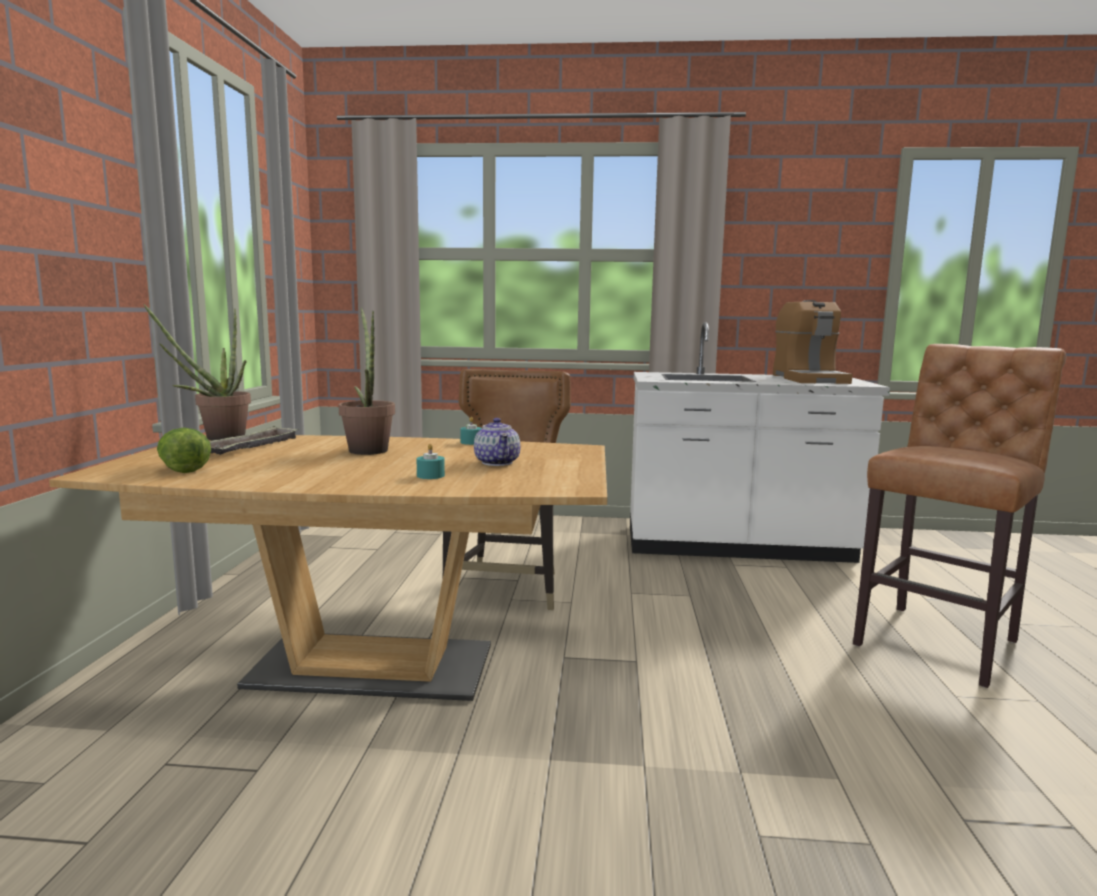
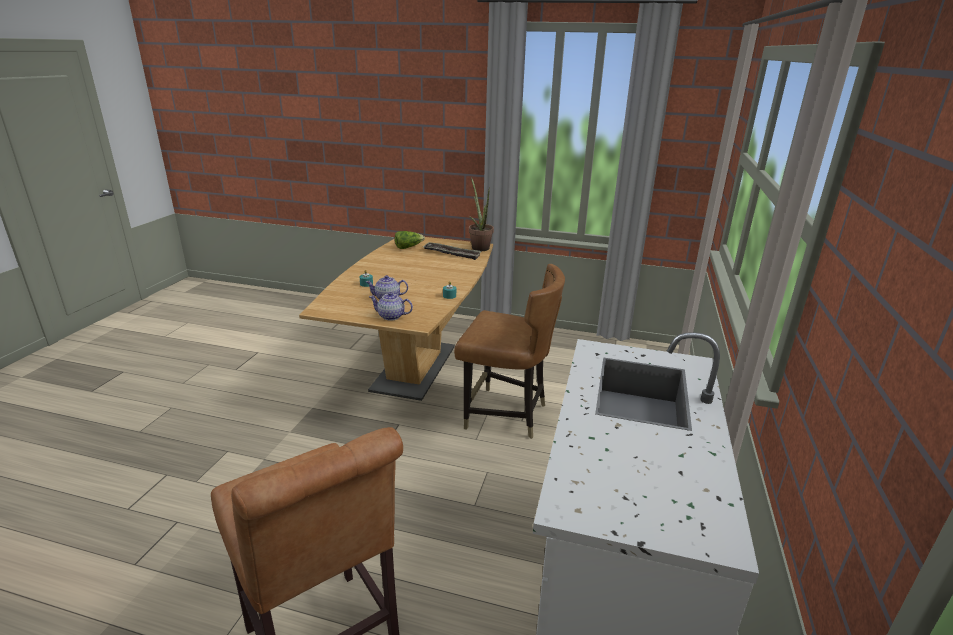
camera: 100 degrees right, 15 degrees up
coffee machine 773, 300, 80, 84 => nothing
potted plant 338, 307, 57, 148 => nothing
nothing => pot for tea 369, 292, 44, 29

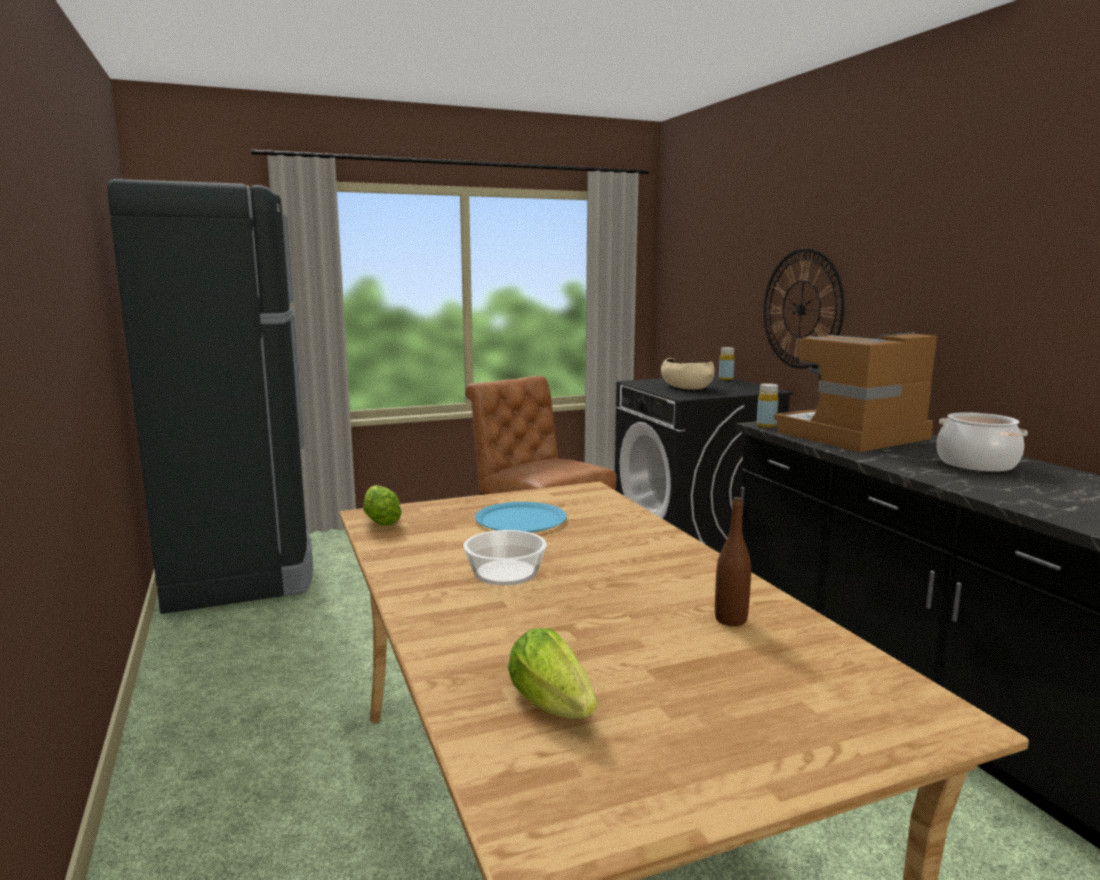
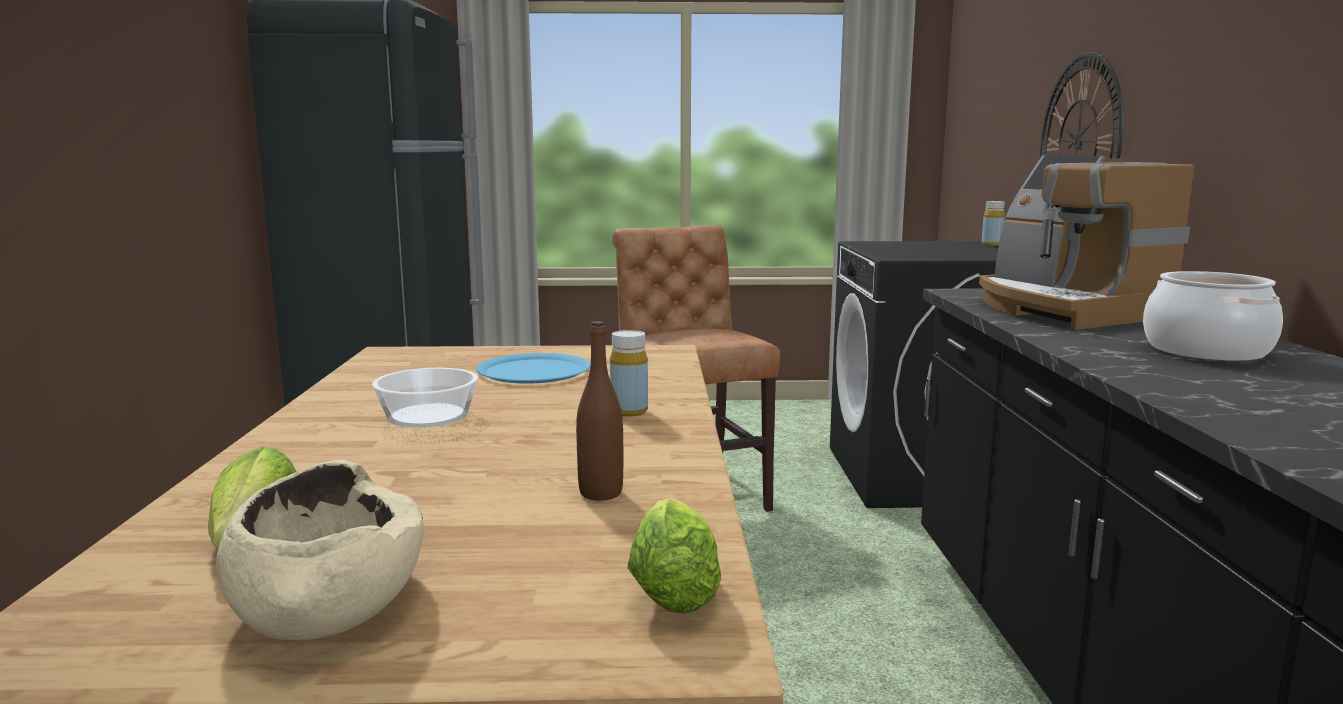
camera: 20 degrees right, 0 degrees up
coffee machine 774, 332, 163, 120 => coffee machine 979, 155, 215, 175, 105 degrees counterclockwise
beige serving bowl 661, 358, 54, 32 => beige serving bowl 216, 460, 208, 180, shifted
yellowish beverage bottle 757, 383, 21, 45 => yellowish beverage bottle 610, 330, 38, 87, shifted
lettuce head 363, 485, 39, 41 => lettuce head 627, 498, 94, 116, shifted

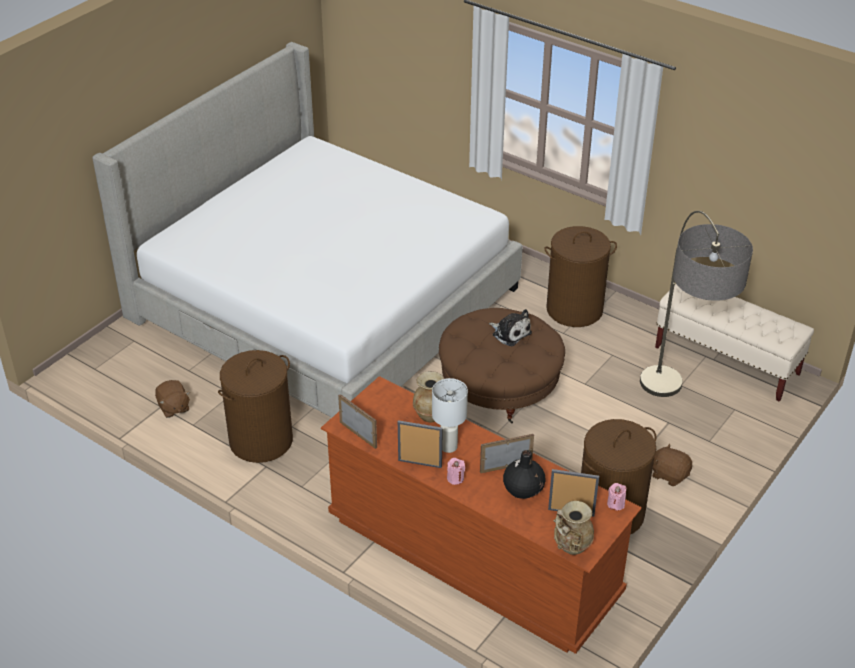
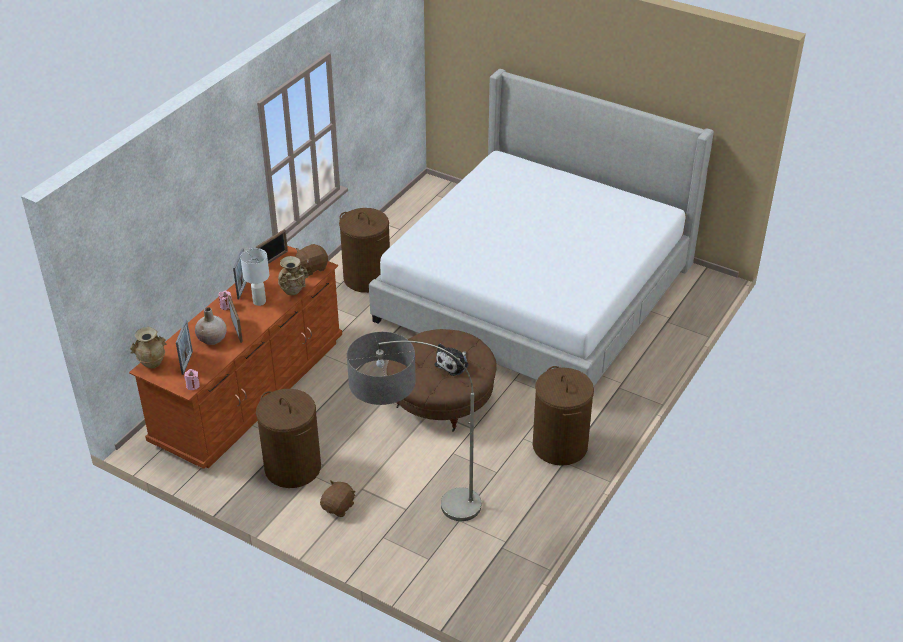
camera: 85 degrees right, 0 degrees up
beige long seat 655, 284, 159, 118 => nothing
brownish soft toy 155, 380, 35, 38 => brownish soft toy 296, 244, 32, 32, shifted
black-coloured flower vase 503, 450, 43, 49 => beige flower vase 195, 307, 32, 38

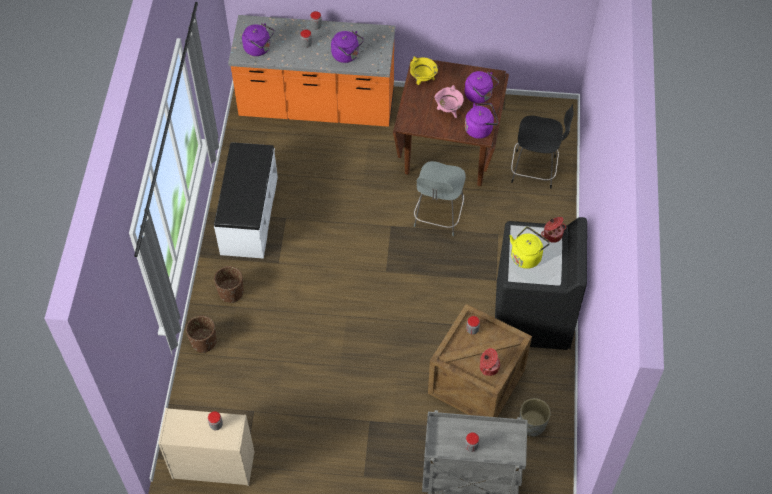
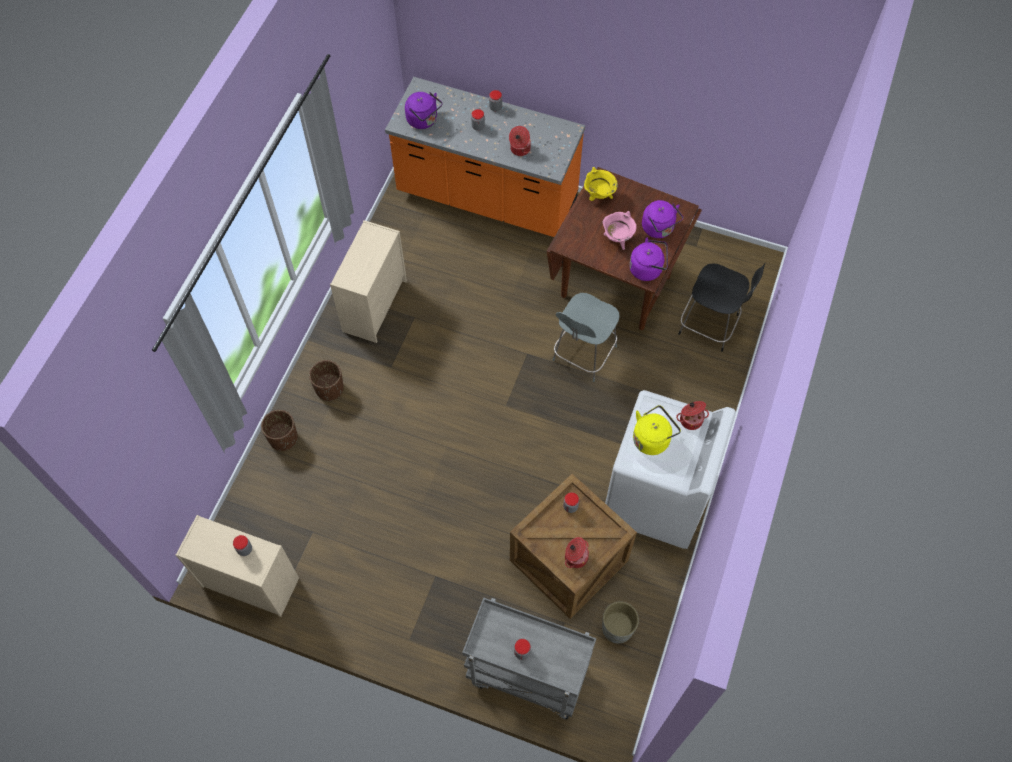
camera: 15 degrees right, 5 degrees up
purple-coloured water kettle 331, 31, 33, 32 => cooking pot 509, 126, 22, 30
white long seat 214, 142, 64, 117 => beige chest of drawers 330, 220, 77, 123
black-coloured washing machine 495, 217, 92, 133 => white washing machine 605, 390, 131, 159

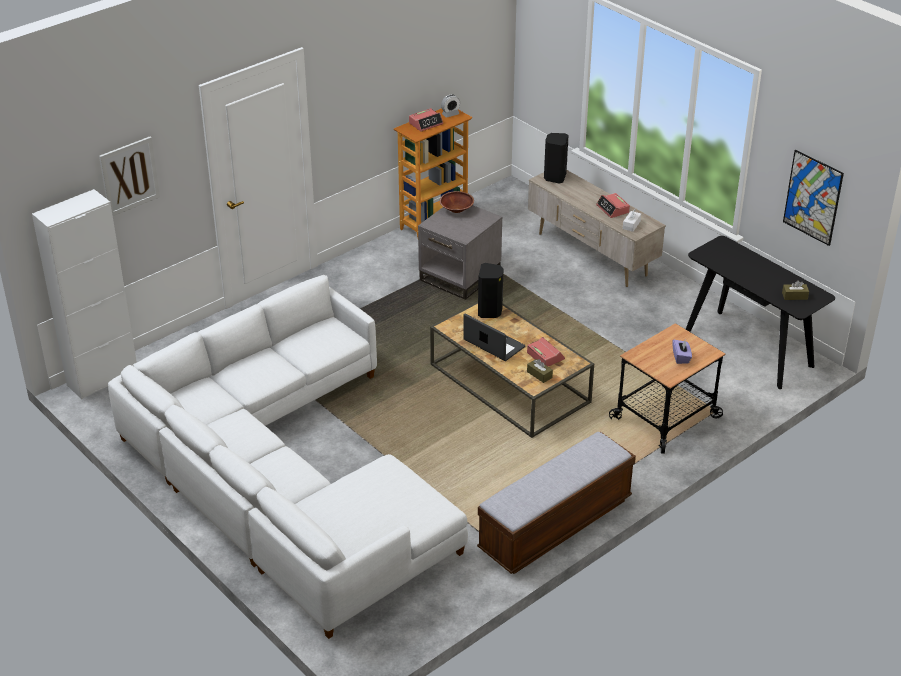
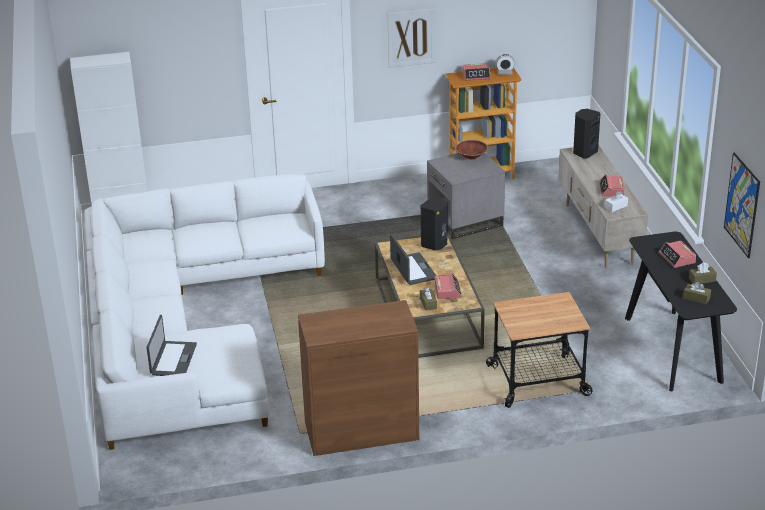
camera: 30 degrees right, 5 degrees down
wall picture 99, 136, 61, 80 => wall picture 387, 8, 48, 60, shifted
purple-coloured tissue holder 673, 340, 19, 24 => nothing
long seat 477, 431, 159, 143 => brownish storage cabinet 298, 300, 121, 156
nothing => bedside clock 659, 241, 37, 27
nothing => brownish tissue holder 689, 262, 28, 22
nothing => laptop 147, 315, 50, 61

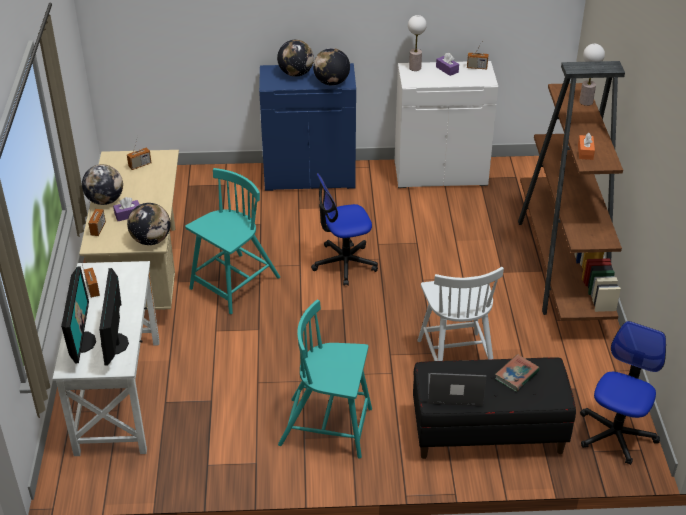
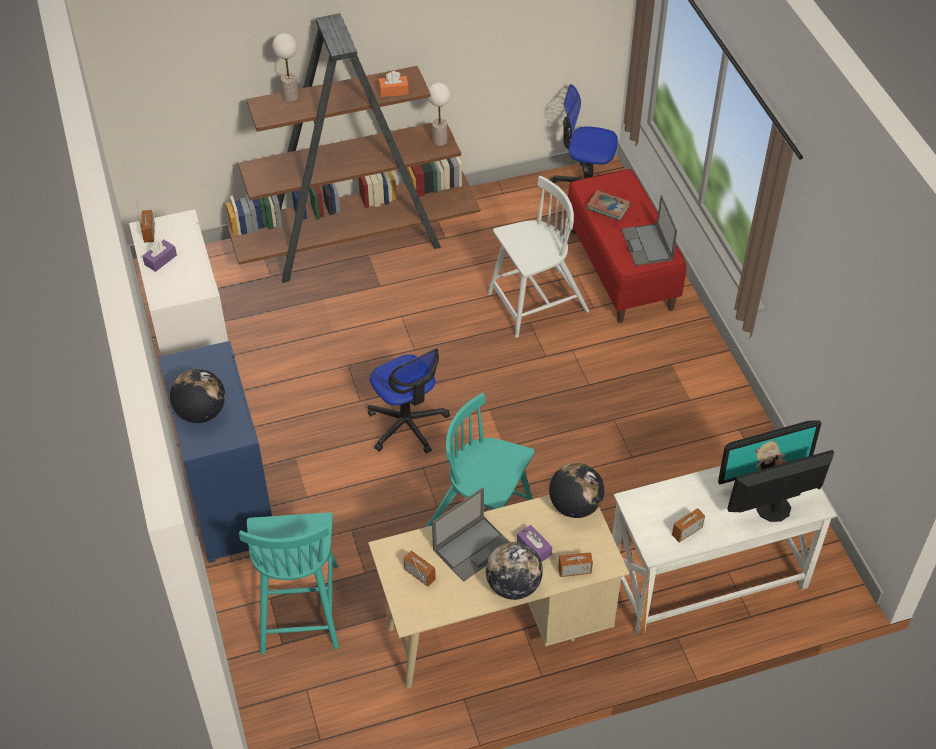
camera: 105 degrees left, 10 degrees up
lamp for a table 408, 15, 19, 56 => lamp for a table 428, 83, 23, 63, shifted
desk globe 313, 48, 37, 38 => nothing
turquoise plain chair 278, 300, 94, 158 => turquoise plain chair 239, 512, 100, 142, shifted
black-coloured long seat 413, 357, 163, 102 => red-coloured long seat 568, 169, 118, 154
nothing => laptop 432, 488, 77, 94

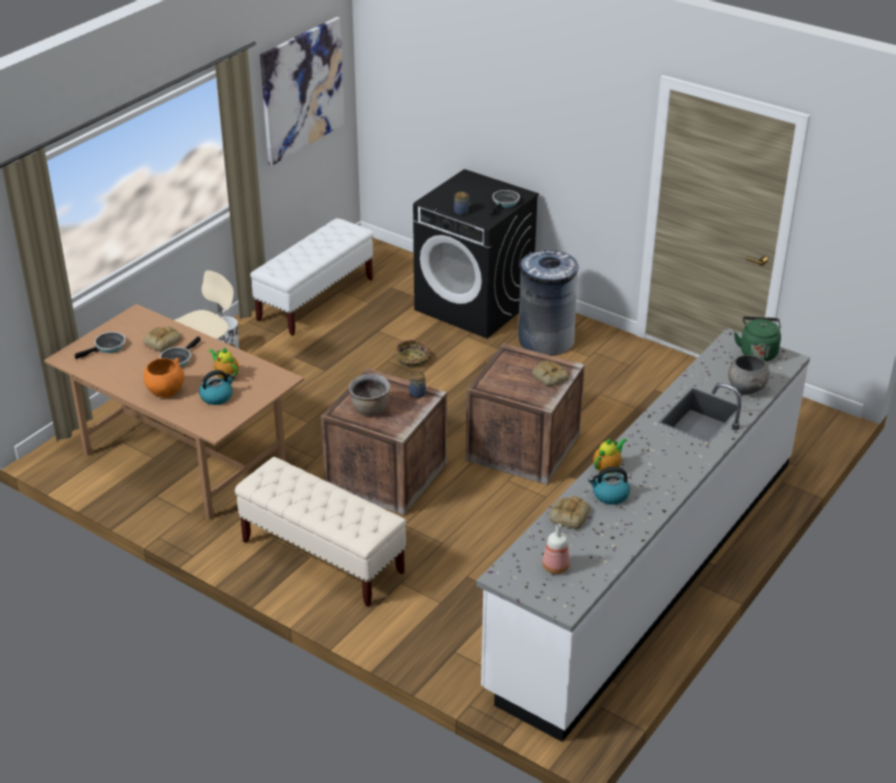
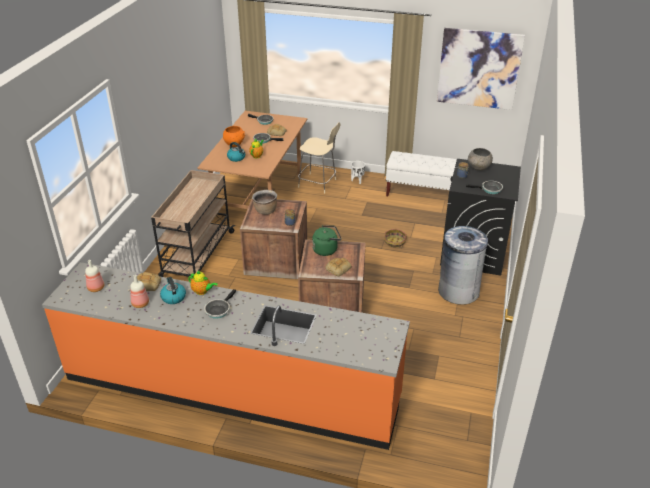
camera: 70 degrees right, 0 degrees up
greenish water kettle 734, 316, 47, 45 => greenish water kettle 312, 225, 29, 31, shifted
white kitchen counter 476, 328, 334, 414 => orangey kitchen counter 42, 262, 368, 188
greyish serving bowl 728, 355, 42, 40 => greyish serving bowl 468, 148, 25, 23, shifted
beige long seat 235, 457, 171, 150 => beige cart 151, 170, 84, 107
nothing => beverage bottle 130, 275, 19, 33
nothing => frying pan 204, 289, 32, 30

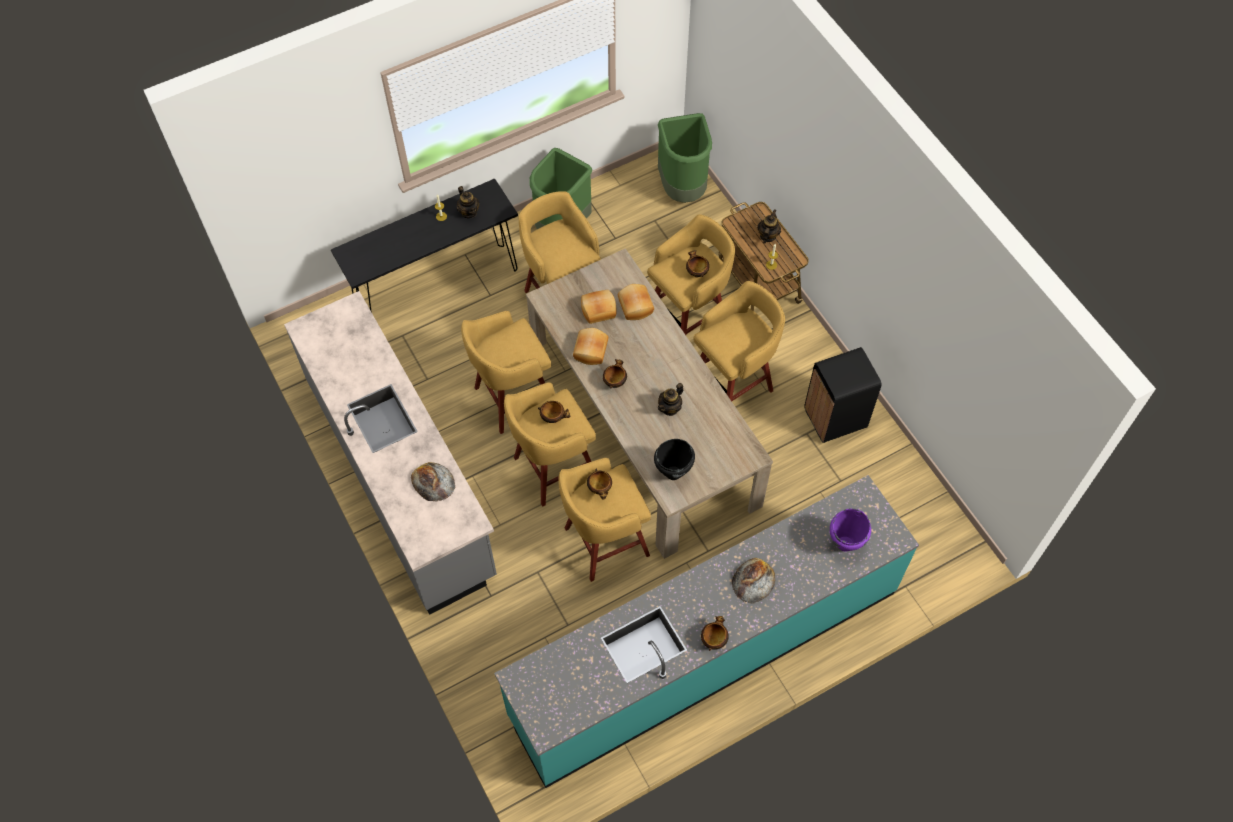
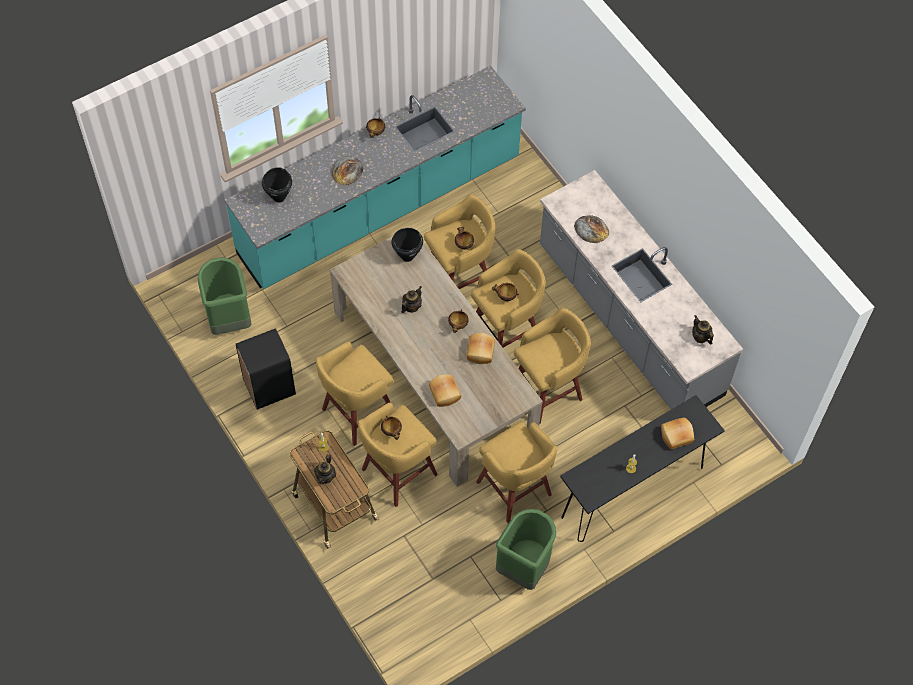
camera: 175 degrees right, 0 degrees up
greenish waste bin 658, 113, 54, 90 => greenish waste bin 198, 257, 54, 78, shifted
pot for tea 456, 186, 23, 33 => pot for tea 692, 315, 22, 29, shifted
bakery bread 581, 290, 35, 34 => bakery bread 661, 417, 33, 32, shifted
purple-coloured cooking pot 830, 508, 41, 44 => black-coloured cooking pot 262, 167, 30, 36

